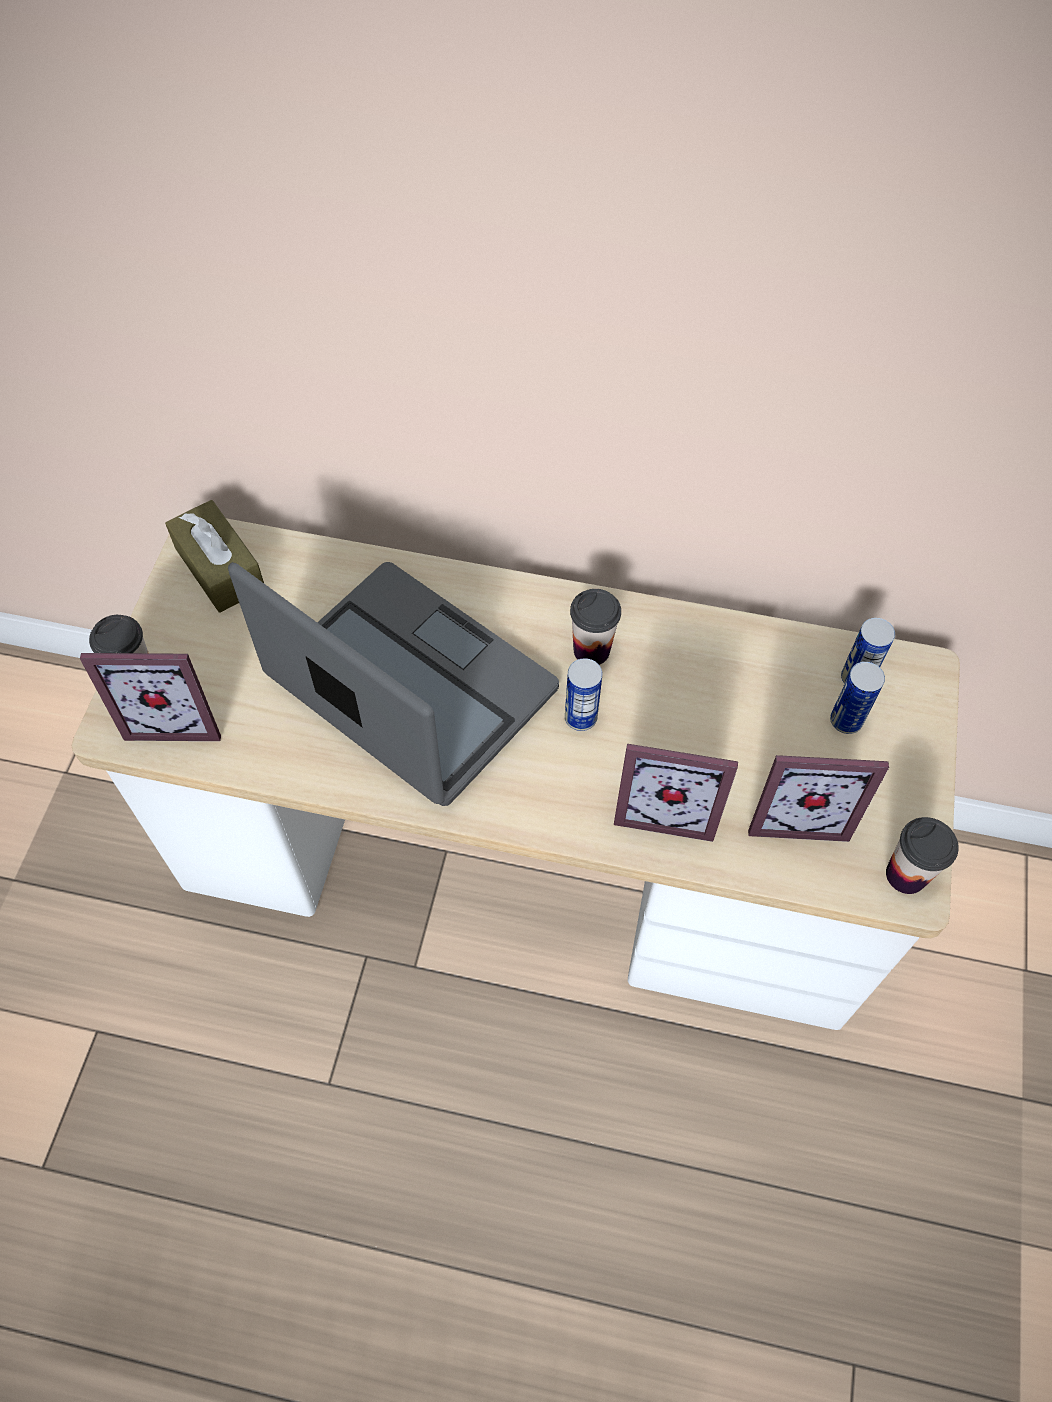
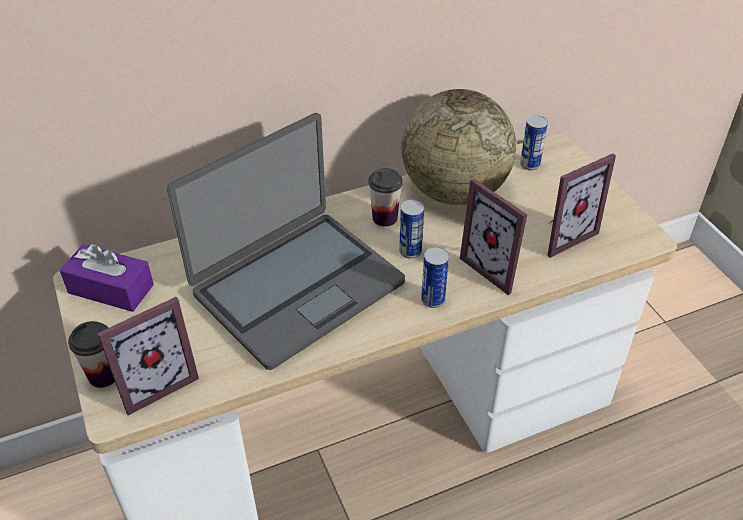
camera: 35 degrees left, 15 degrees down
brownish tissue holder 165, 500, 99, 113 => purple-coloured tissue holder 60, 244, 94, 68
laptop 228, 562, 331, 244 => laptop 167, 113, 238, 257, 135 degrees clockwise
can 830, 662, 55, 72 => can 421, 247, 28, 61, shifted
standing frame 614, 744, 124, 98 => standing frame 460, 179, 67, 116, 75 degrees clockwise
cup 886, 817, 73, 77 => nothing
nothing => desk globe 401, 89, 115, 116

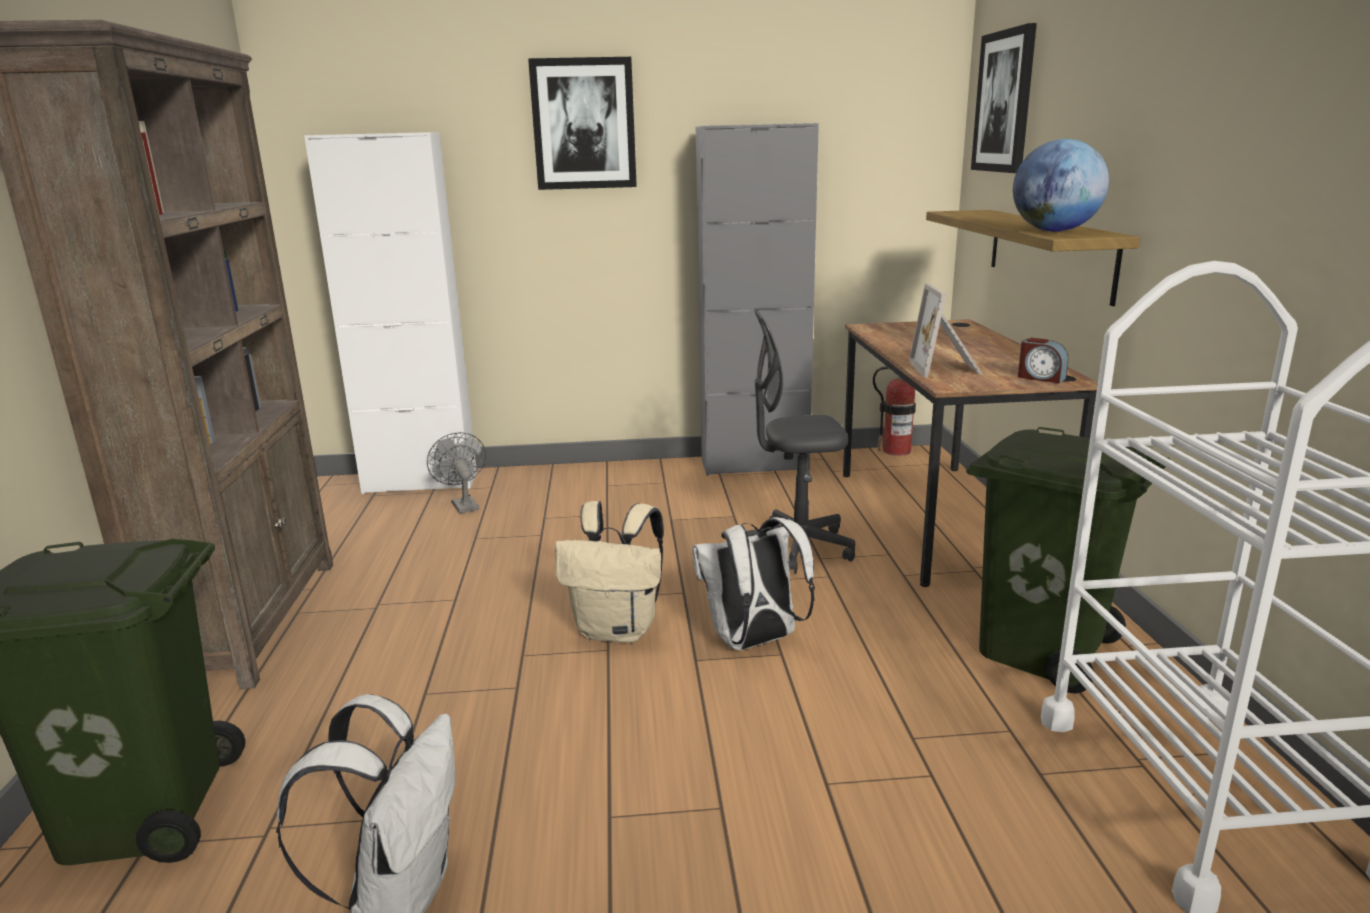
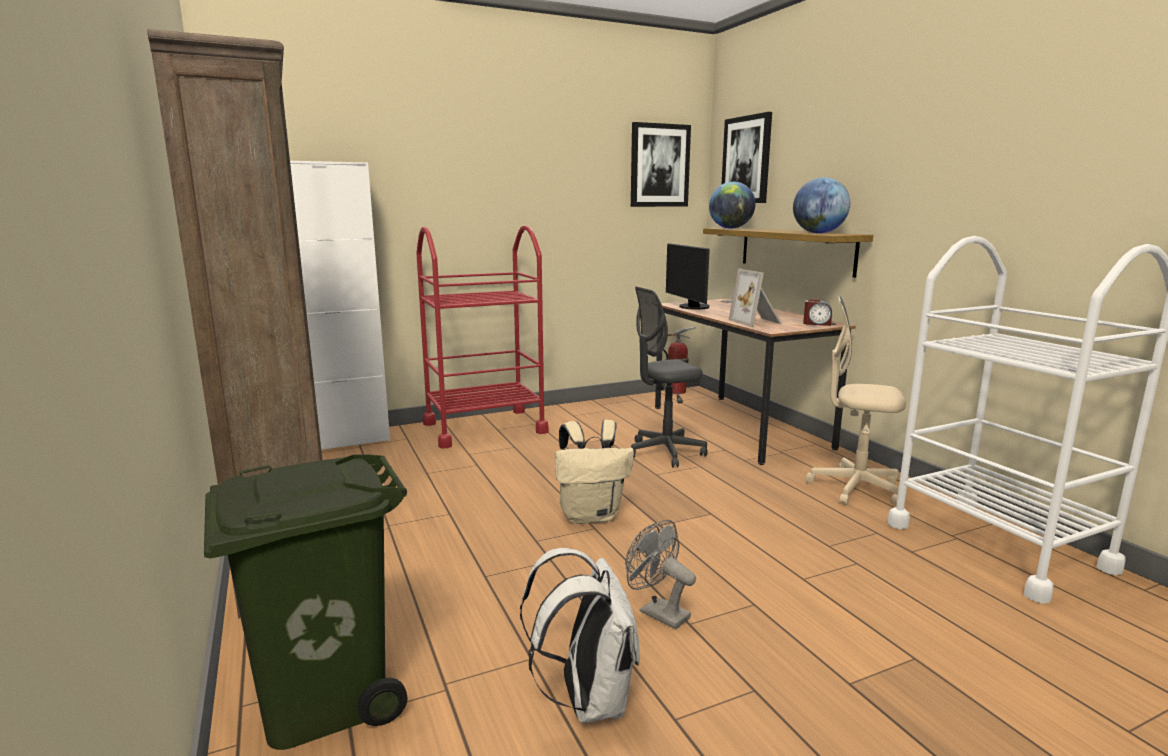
camera: 20 degrees left, 5 degrees down
wall picture 528, 57, 109, 133 => wall picture 631, 122, 60, 85, shifted
greyish storage cabinet 696, 123, 123, 353 => nothing
greenish waste bin 966, 427, 204, 266 => beige computer chair 805, 296, 101, 210
greyish electric fan 427, 432, 59, 82 => greyish electric fan 625, 520, 71, 109, shifted
white backpack 692, 517, 123, 133 => nothing
nothing => desk globe 709, 182, 47, 47
nothing => red-coloured cart 416, 225, 133, 223
nothing => monitor 666, 243, 44, 67

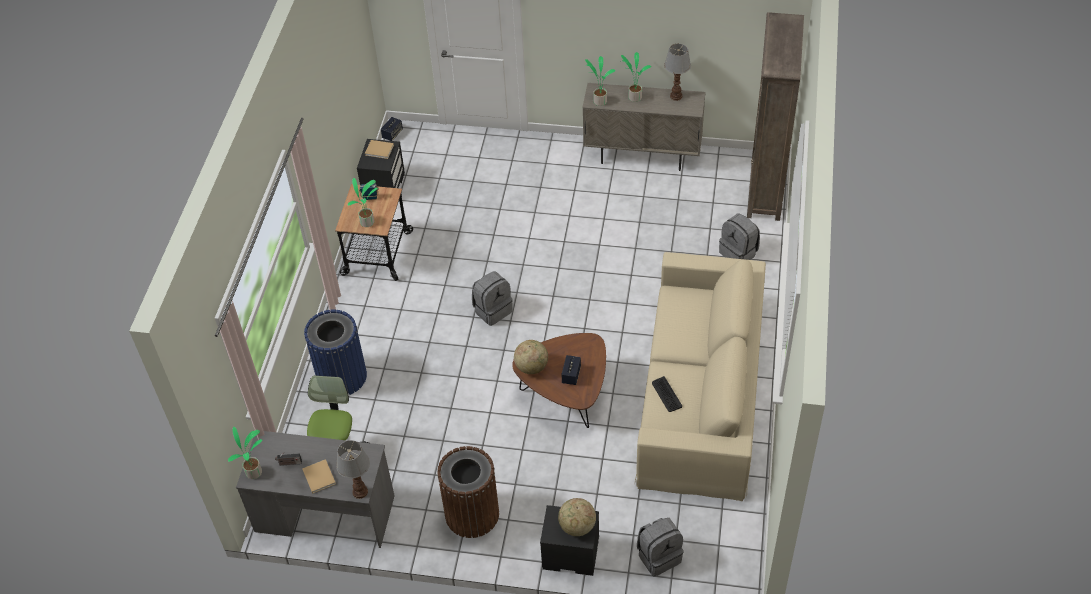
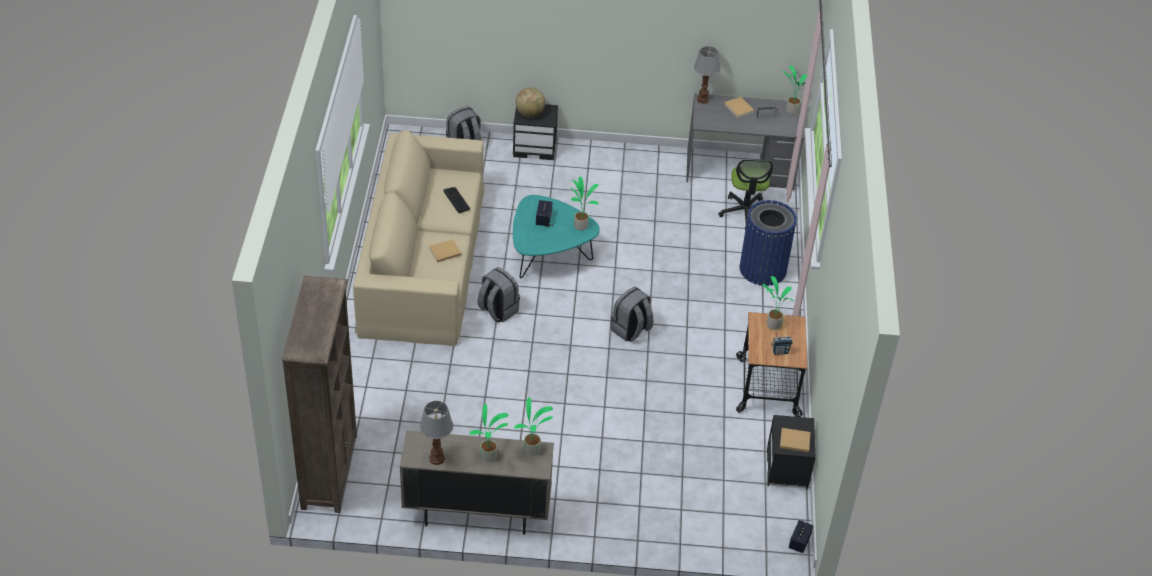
camera: 170 degrees right, 5 degrees down
greyish backpack 719, 213, 41, 47 => greyish backpack 478, 267, 42, 56, shifted
brownish lounge table 512, 333, 94, 95 => turquoise lounge table 513, 195, 87, 83
desk globe 514, 340, 34, 34 => potted plant 570, 176, 29, 54
brownish waste bin 437, 446, 62, 92 => nothing
nothing => beige bound book 429, 239, 33, 23

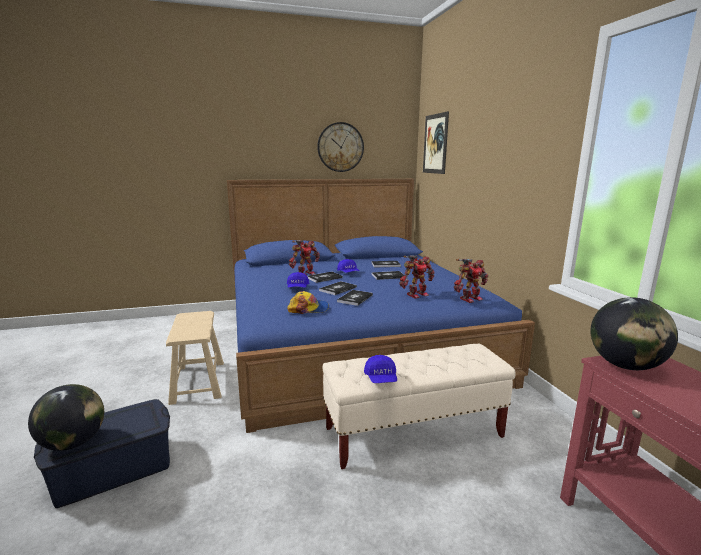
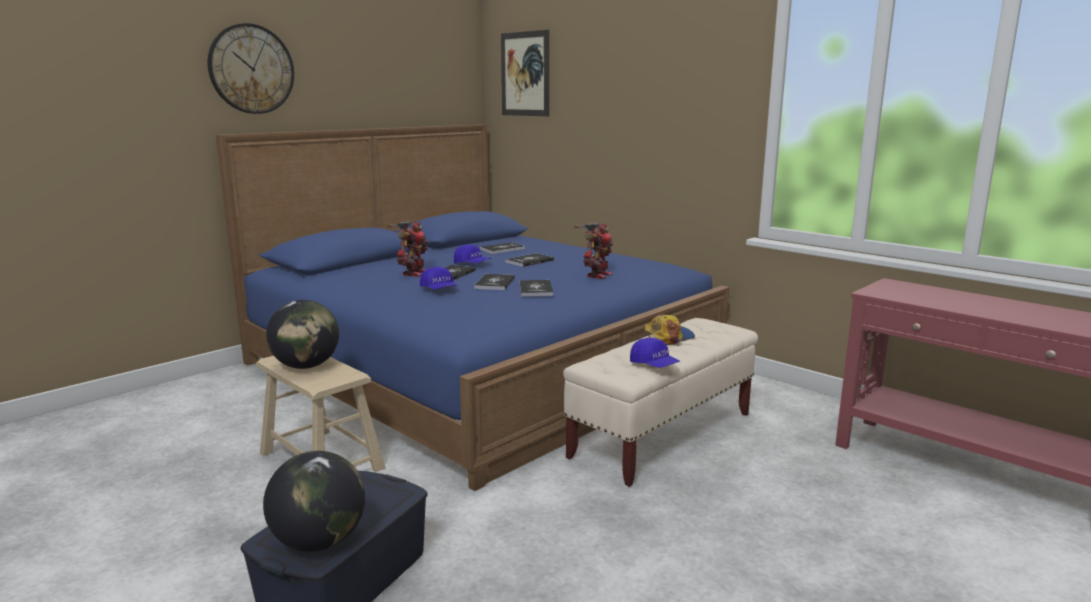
camera: 30 degrees left, 0 degrees up
clock on the wall 317, 122, 47, 50 => clock on the wall 208, 23, 86, 91, shifted
robot figure 454, 259, 34, 44 => nothing
cap 287, 291, 42, 23 => cap 645, 314, 50, 31, shifted
desk globe 590, 297, 88, 73 => desk globe 266, 300, 73, 69, shifted

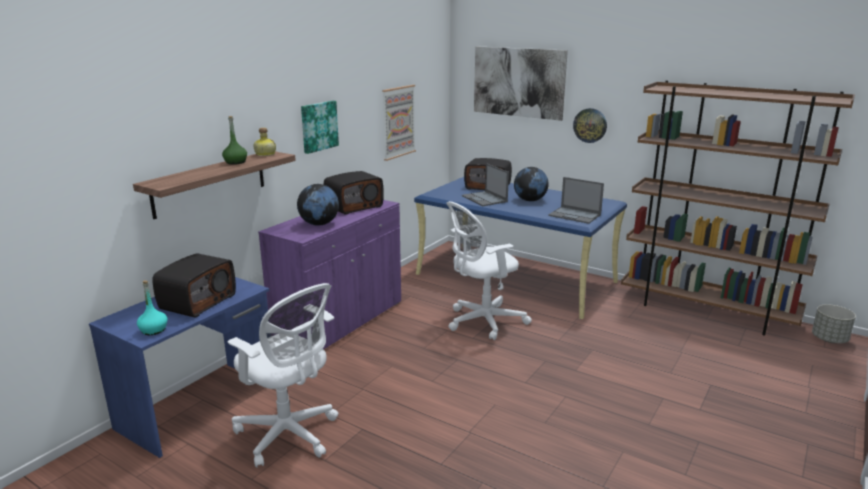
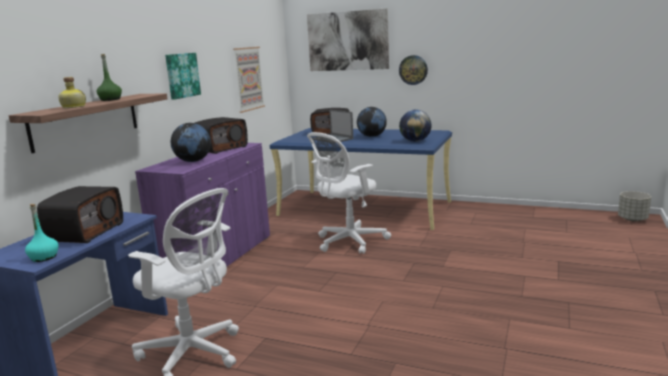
camera: 10 degrees left, 5 degrees down
brownish shelving unit 621, 81, 234, 255 => nothing
beverage bottle 253, 128, 23, 28 => beverage bottle 58, 77, 28, 31, shifted
laptop 548, 177, 56, 47 => desk globe 399, 110, 33, 32

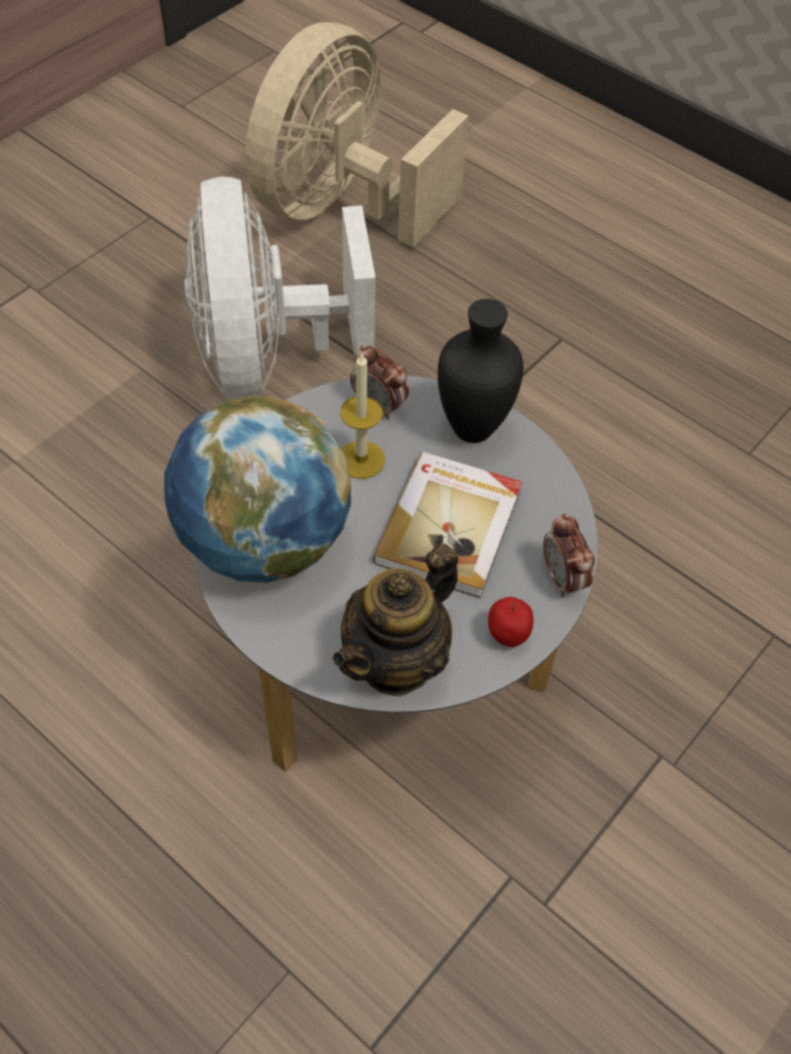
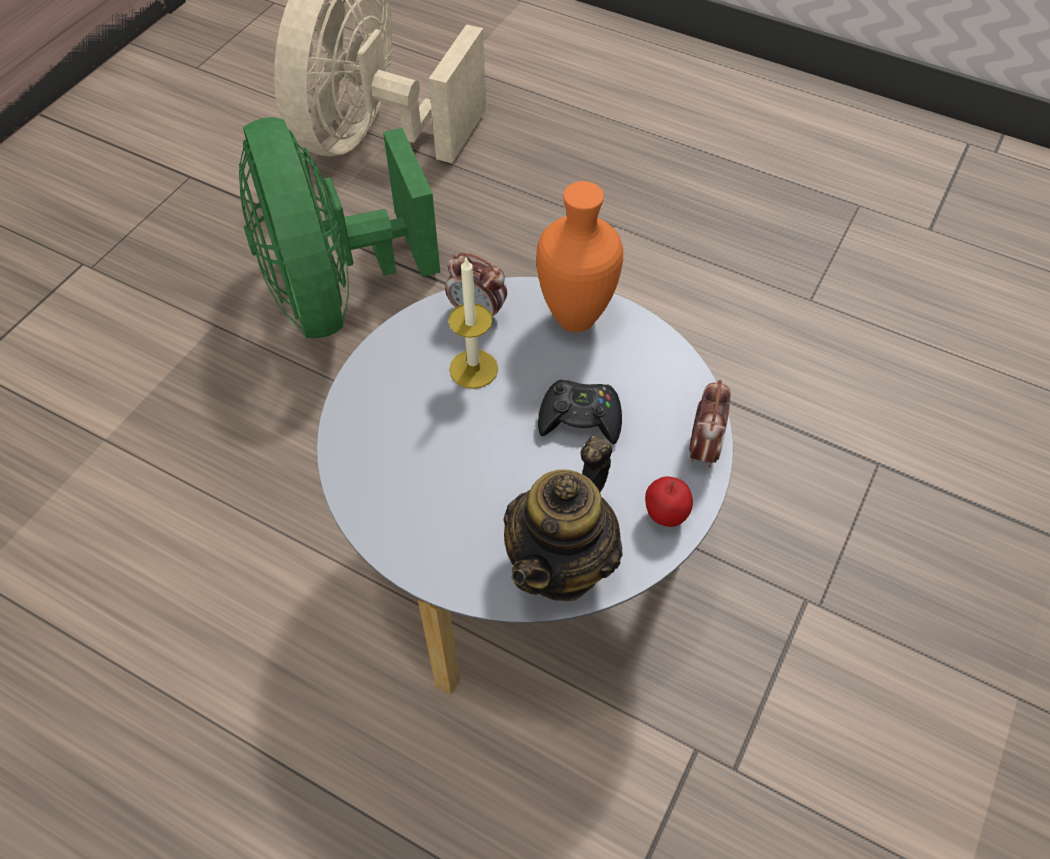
camera: 10 degrees left, 0 degrees up
white electric fan 184, 176, 192, 224 => greenish electric fan 239, 117, 201, 221
black-coloured flower vase 438, 299, 86, 144 => orangey flower vase 536, 181, 87, 151
desk globe 164, 396, 187, 187 => nothing
bound book 373, 452, 149, 146 => black-coloured joypad 538, 379, 84, 65
bedside clock 543, 513, 52, 84 => bedside clock 689, 380, 42, 88, 135 degrees counterclockwise

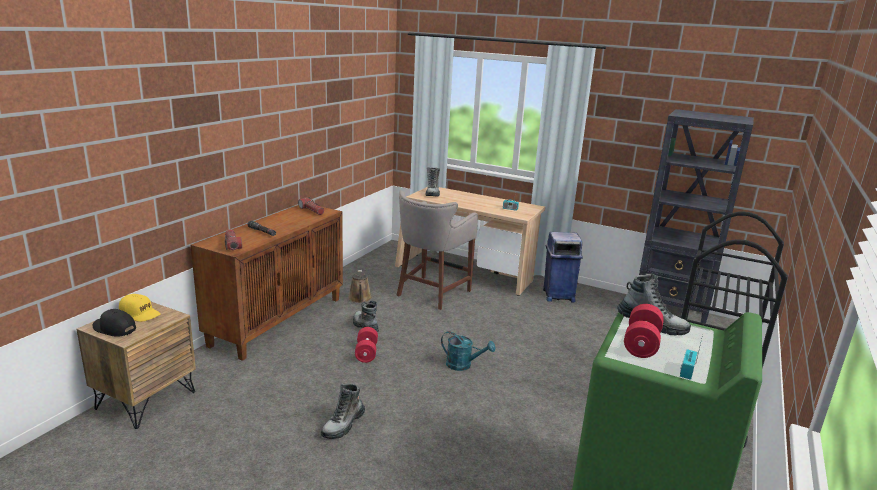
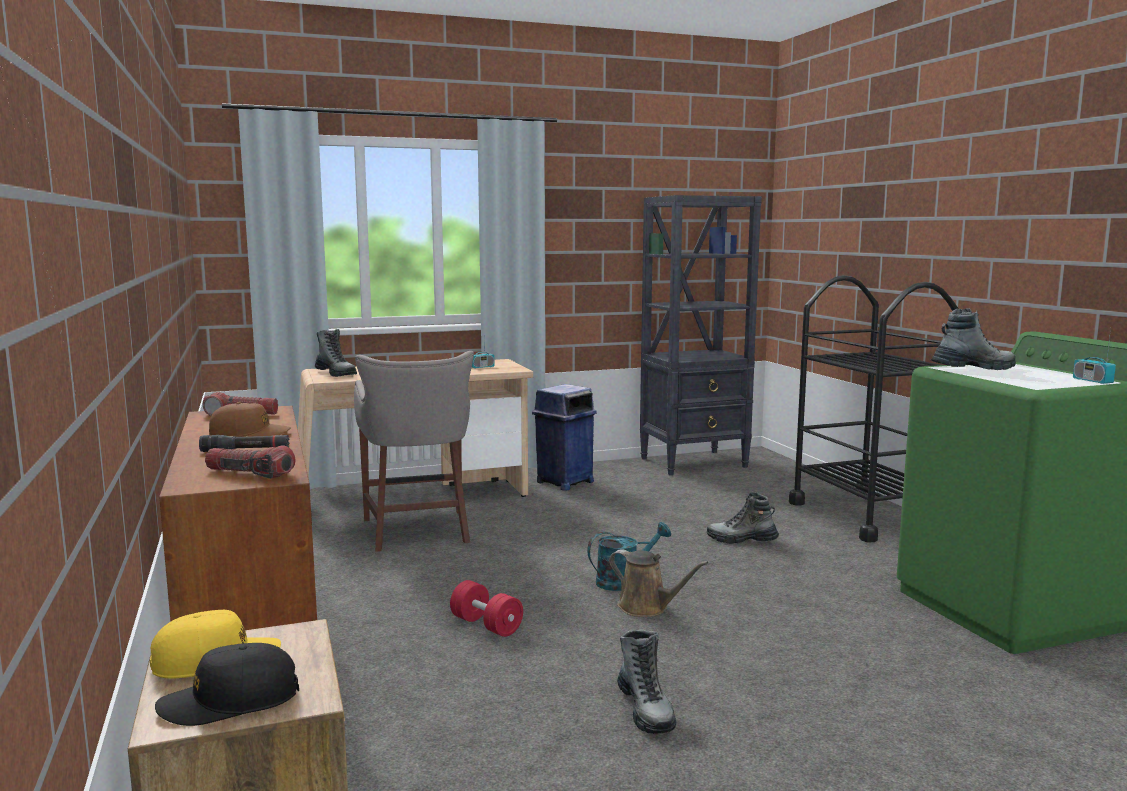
camera: 45 degrees left, 10 degrees down
brownish watering pot 348, 270, 24, 33 => brownish watering pot 609, 549, 99, 68, shifted
boot 353, 301, 26, 31 => boot 707, 492, 72, 52, shifted
red-coloured free weight 624, 304, 40, 54 => nothing
nothing => brownish cap 209, 402, 82, 35

